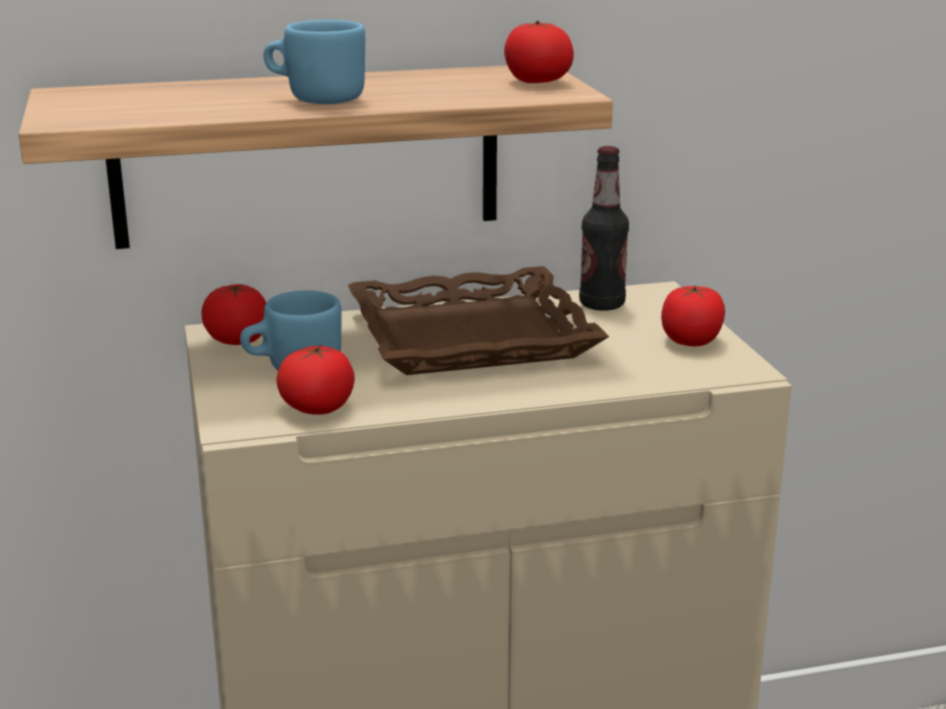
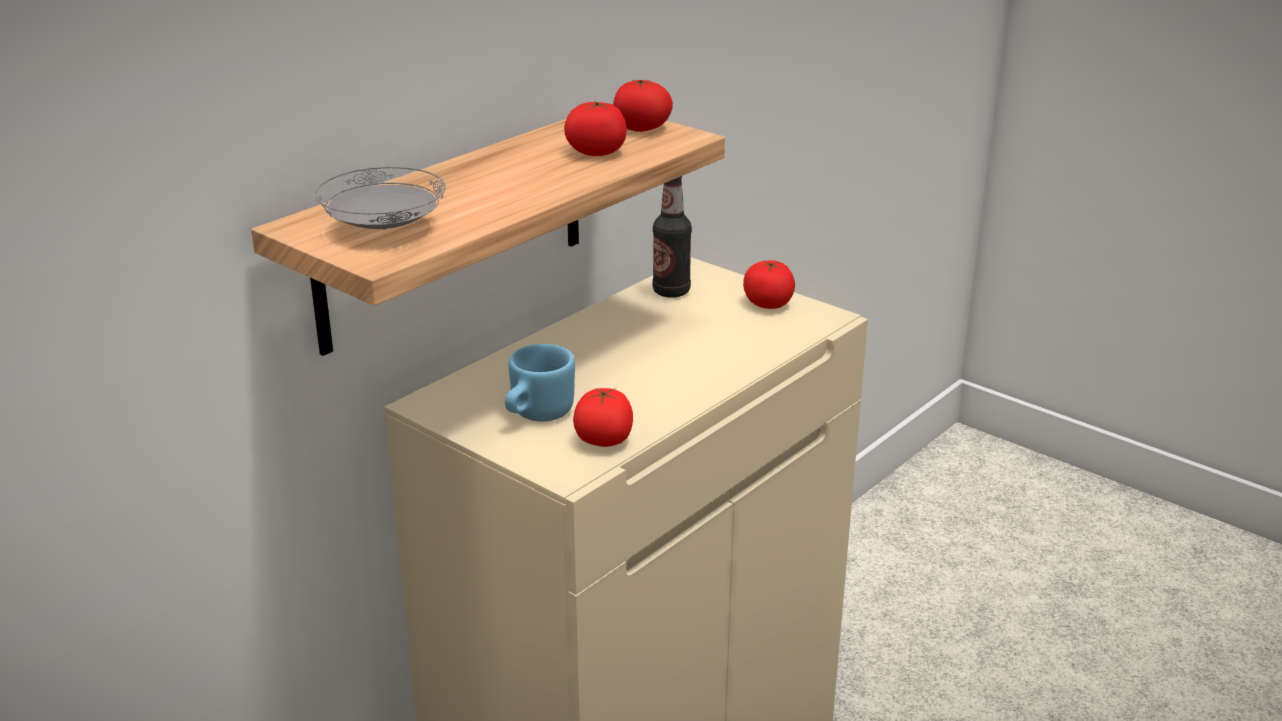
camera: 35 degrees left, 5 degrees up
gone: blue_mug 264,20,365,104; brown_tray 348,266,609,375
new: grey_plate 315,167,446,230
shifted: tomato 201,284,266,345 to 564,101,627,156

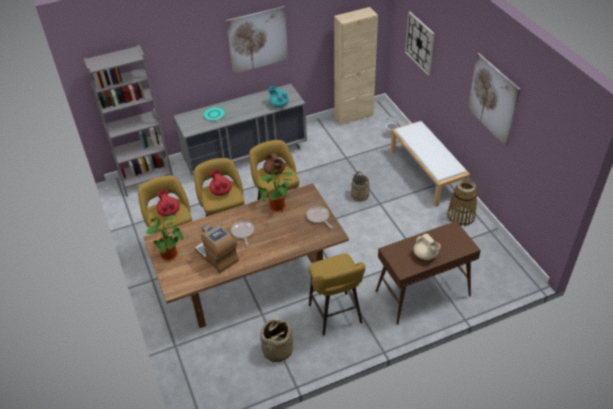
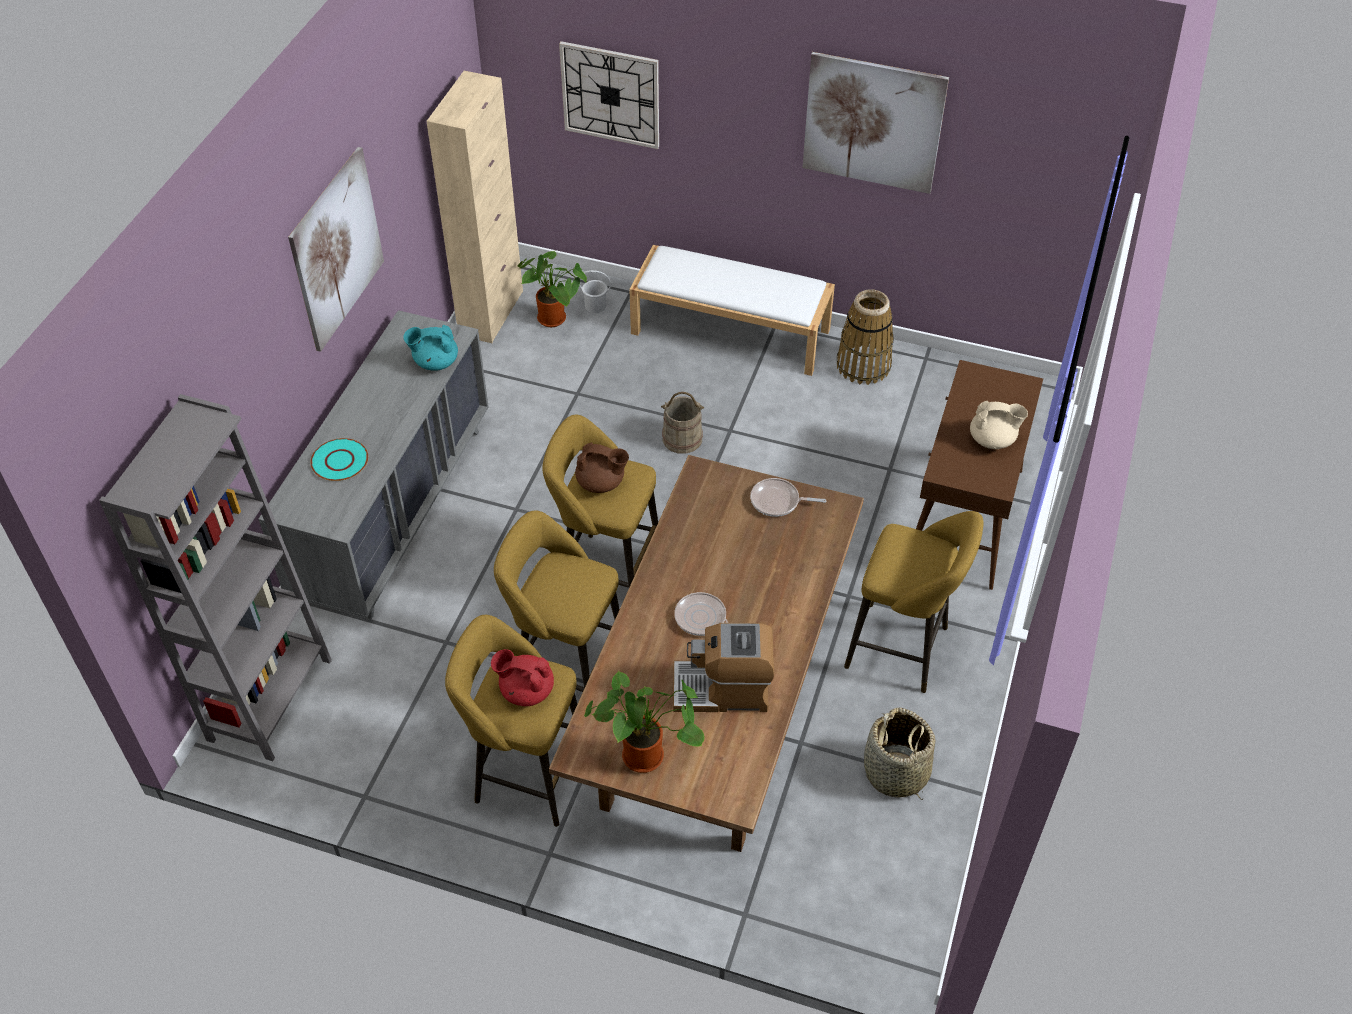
camera: 50 degrees left, 5 degrees up
gone: red_teapot 209,169,232,196
shifted: potted_plant 259,169,293,212 to 518,251,587,327

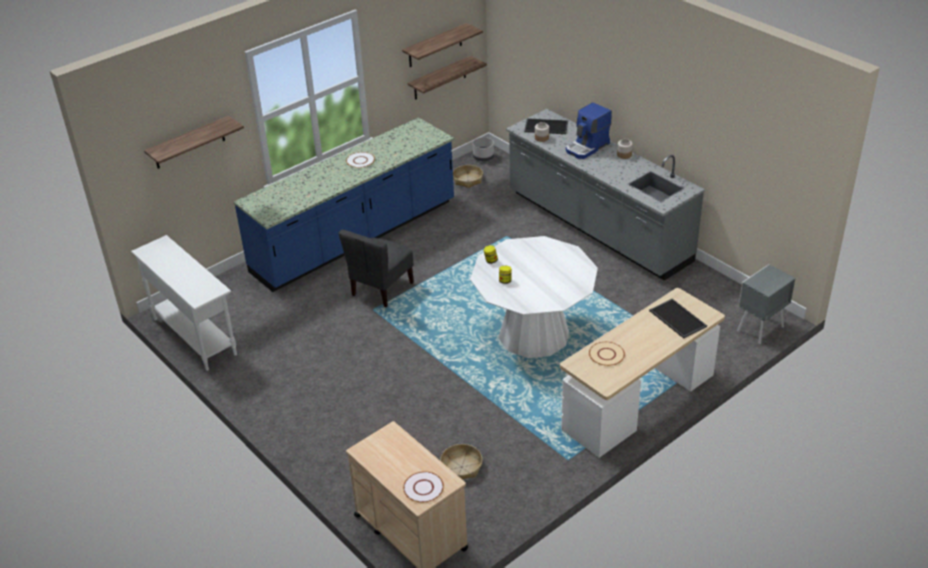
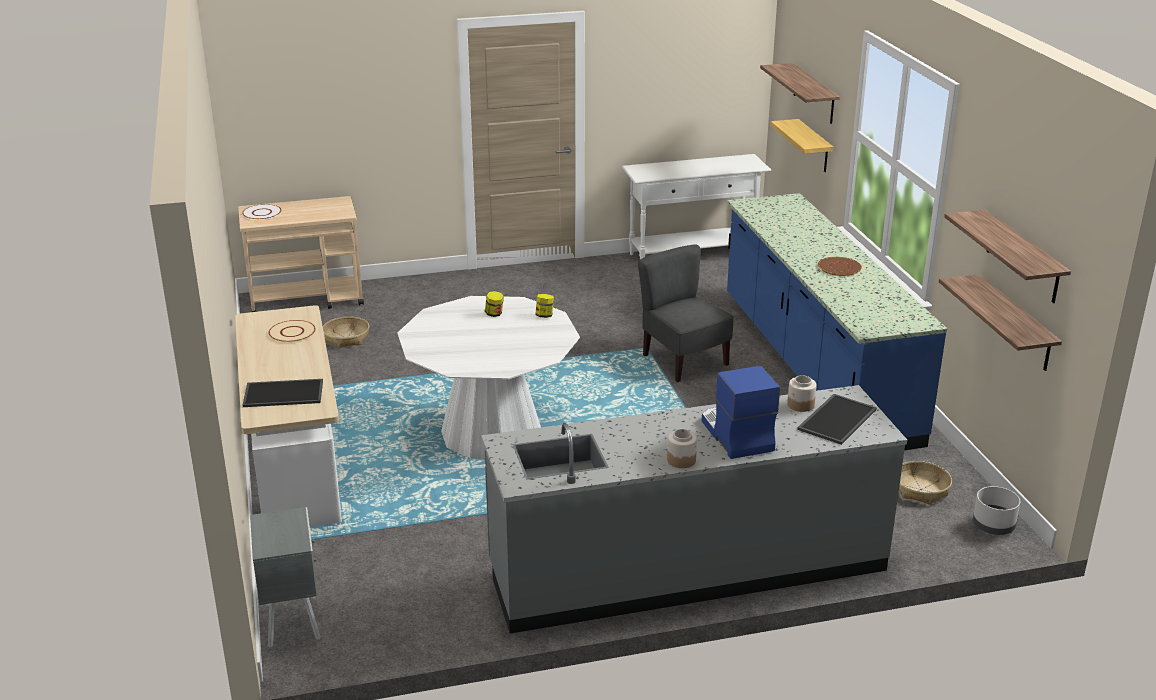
camera: 115 degrees right, 10 degrees down
new: shelf 770,119,833,172
repainted: white_plate 346,152,375,168 to brown_plate 818,257,862,276

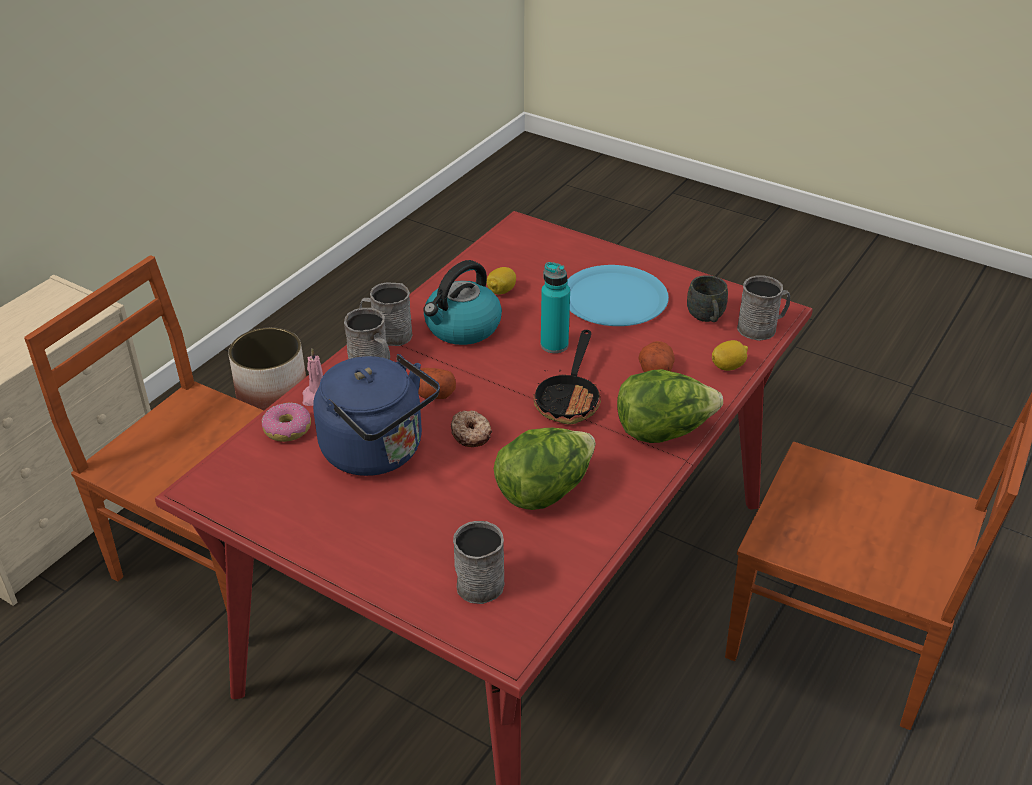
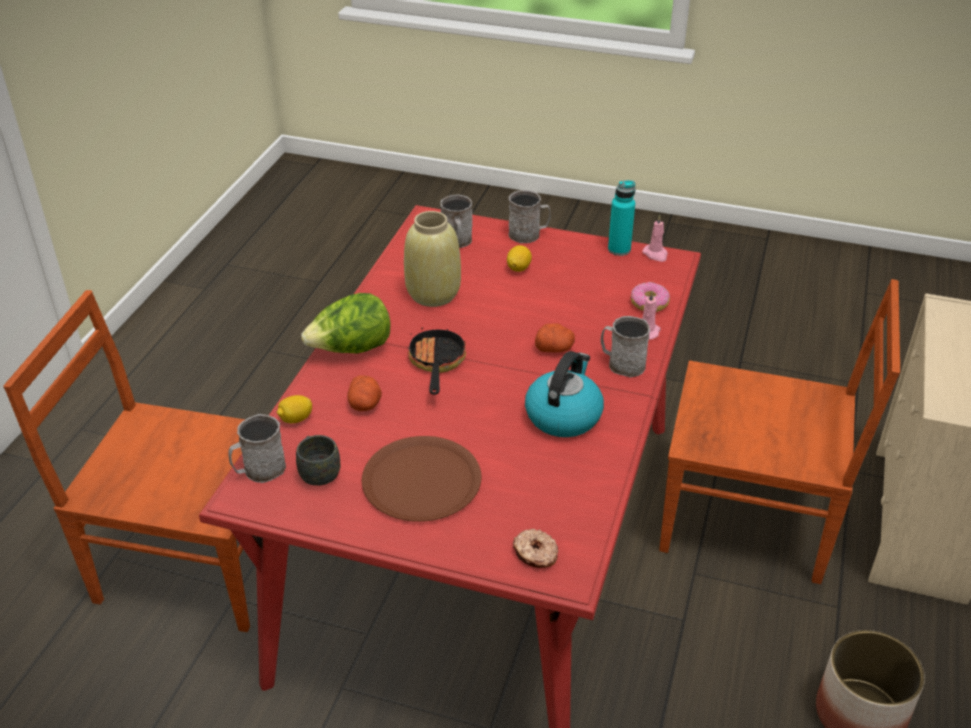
camera: 165 degrees right, 0 degrees up
gone: blue_kettle 313,354,440,476
new: pink_candle 642,215,668,262
shifted: grey_mug 360,283,413,346 to 508,190,551,243; donut 451,411,492,447 to 513,529,559,568; lemon 486,267,516,295 to 507,245,532,272; turquoise_bottle 541,262,570,353 to 608,180,636,256
swapped: lettuce 494,428,595,510 to beige_vase 404,211,461,307
repainted: blue_plate 567,265,669,326 to brown_plate 362,436,481,522

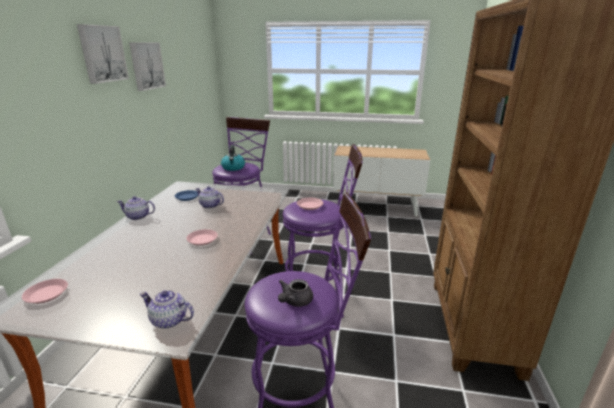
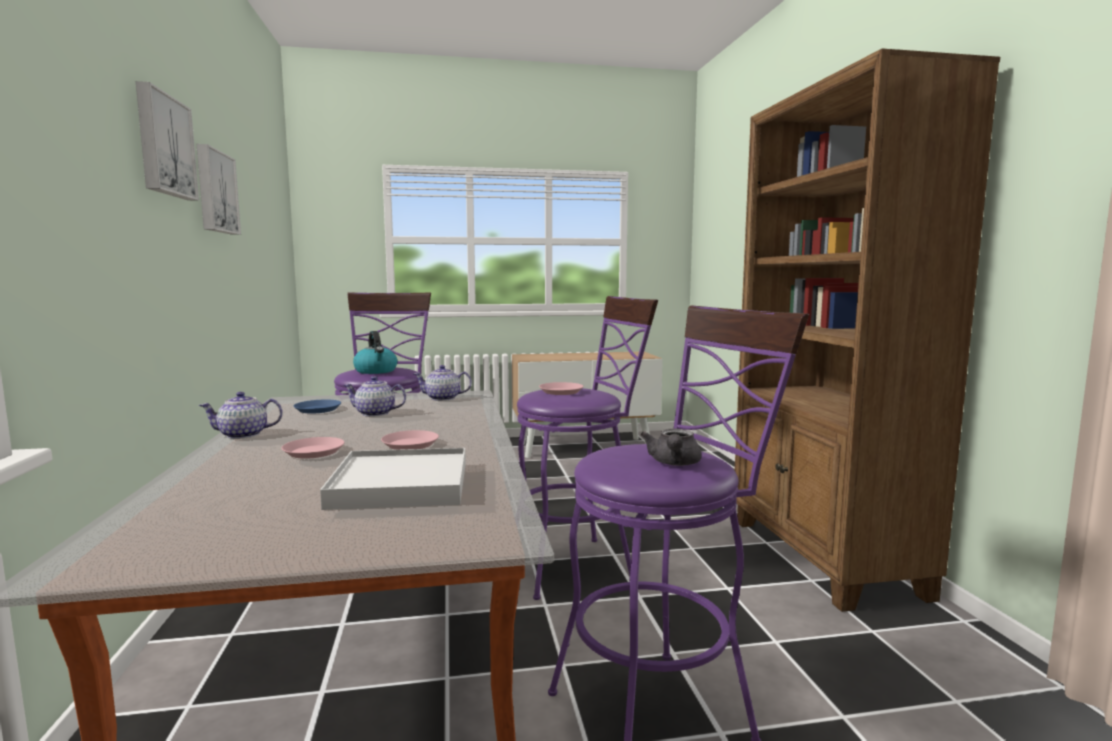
camera: 20 degrees left, 15 degrees down
new: white_tray 320,448,466,510
shifted: pink_plate 22,279,68,304 to 281,437,345,459; teapot 140,290,194,329 to 414,365,472,401

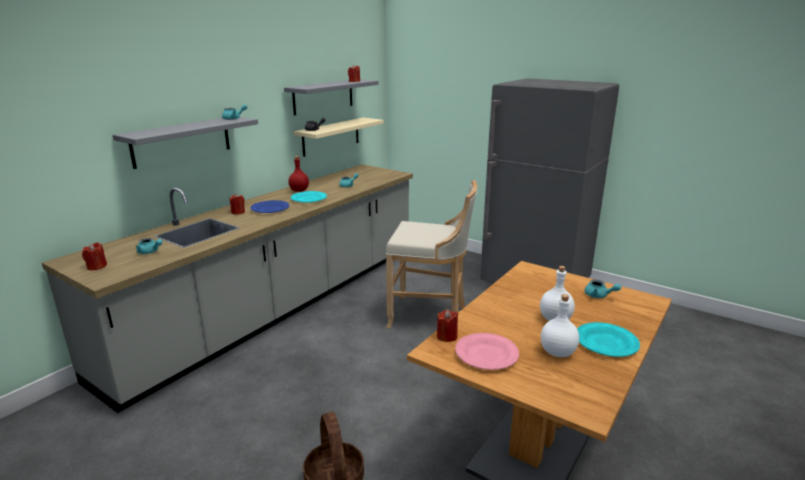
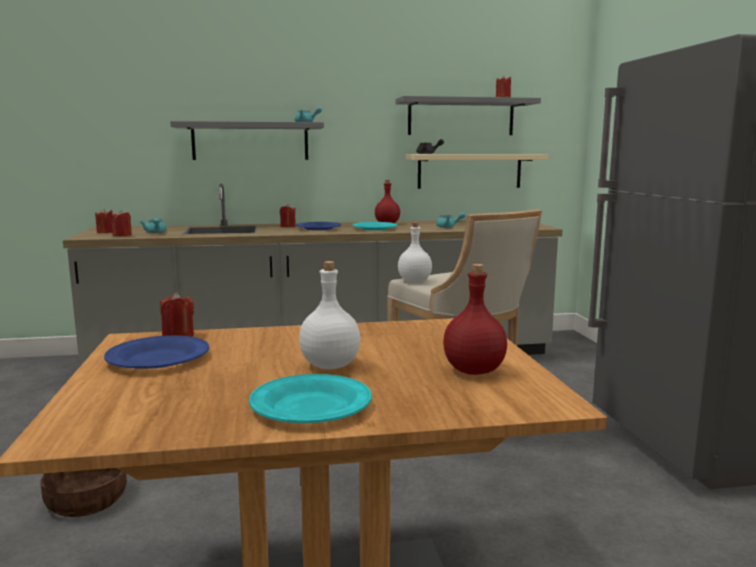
camera: 45 degrees right, 10 degrees down
new: red_candle 111,210,132,236
shifted: white_bottle 541,294,579,357 to 398,222,432,282
swapped: turquoise_teapot 584,280,621,298 to red_bottle 443,264,507,375
repainted: pink_plate 455,333,519,370 to blue_plate 104,335,209,369

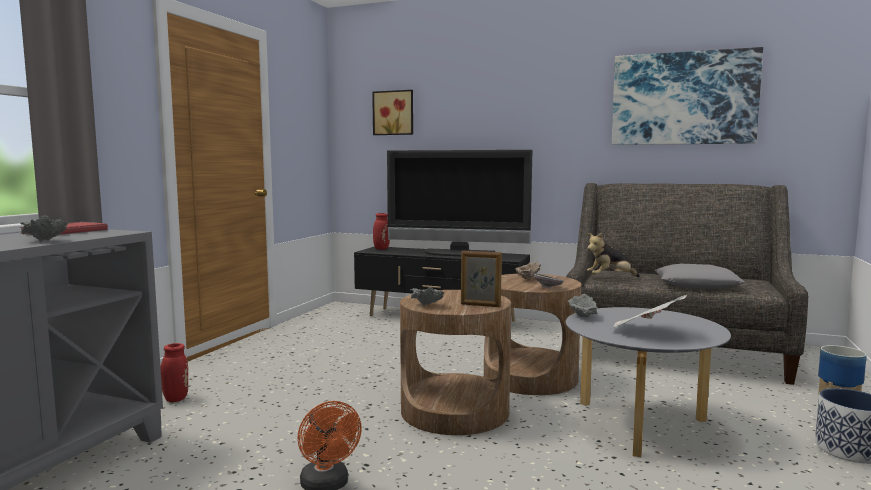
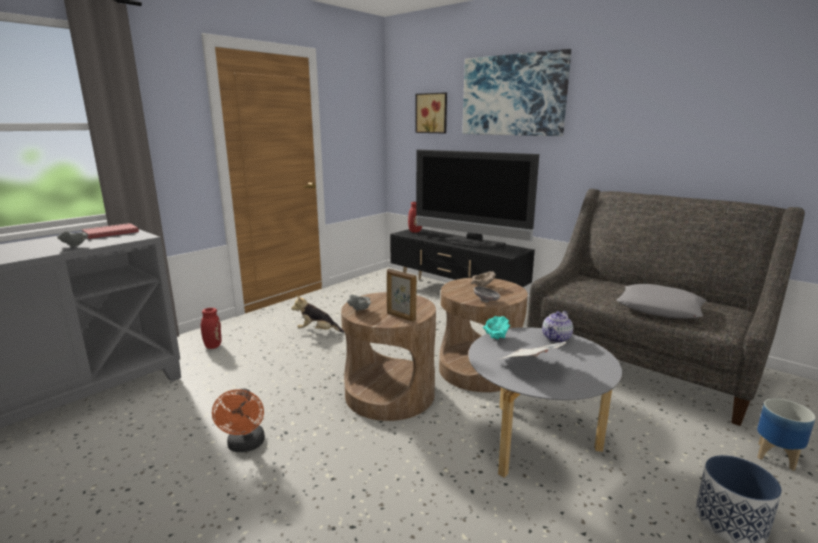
camera: 20 degrees right, 10 degrees up
new: teapot 542,311,573,343
shifted: plush_toy 587,232,640,277 to 291,295,344,332; picture 612,47,763,145 to 462,49,571,136
repainted: grey_bowl 568,294,598,317 to turquoise_bowl 483,316,510,339

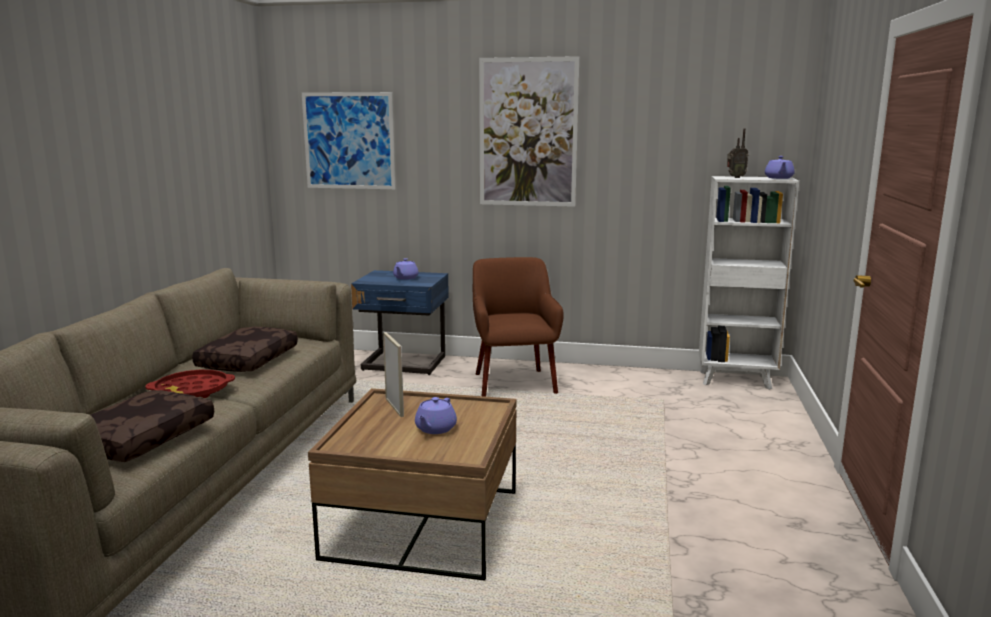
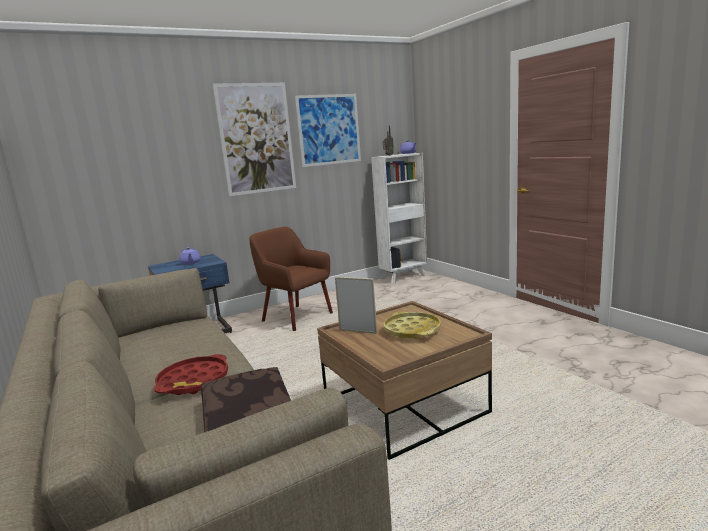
camera: 40 degrees left, 0 degrees up
gone: brown_pillow 192,327,298,372
shifted: picture 302,92,396,189 to 295,94,361,167
swapped: purple_teapot 415,397,457,434 to yellow_tray 384,311,441,339

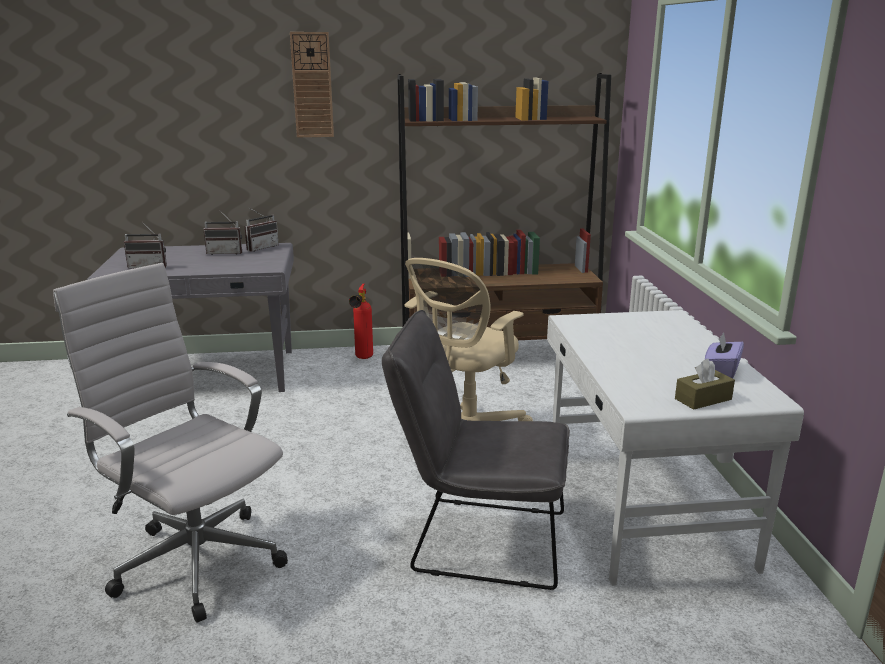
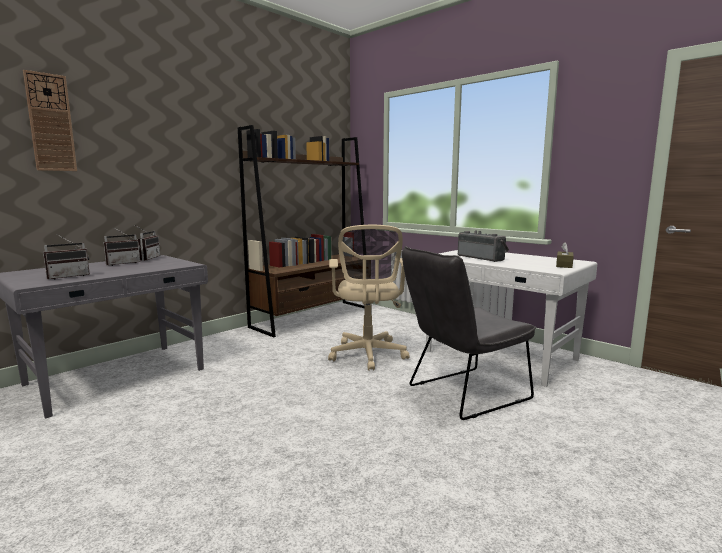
camera: 40 degrees left, 10 degrees down
gone: white_office_chair 53,263,288,622; fire_extinguisher 349,283,373,359; purple_tissue_box 705,332,744,379
new: radio 458,230,509,262
shifted: wall_clock 290,32,334,137 to 23,70,77,171

